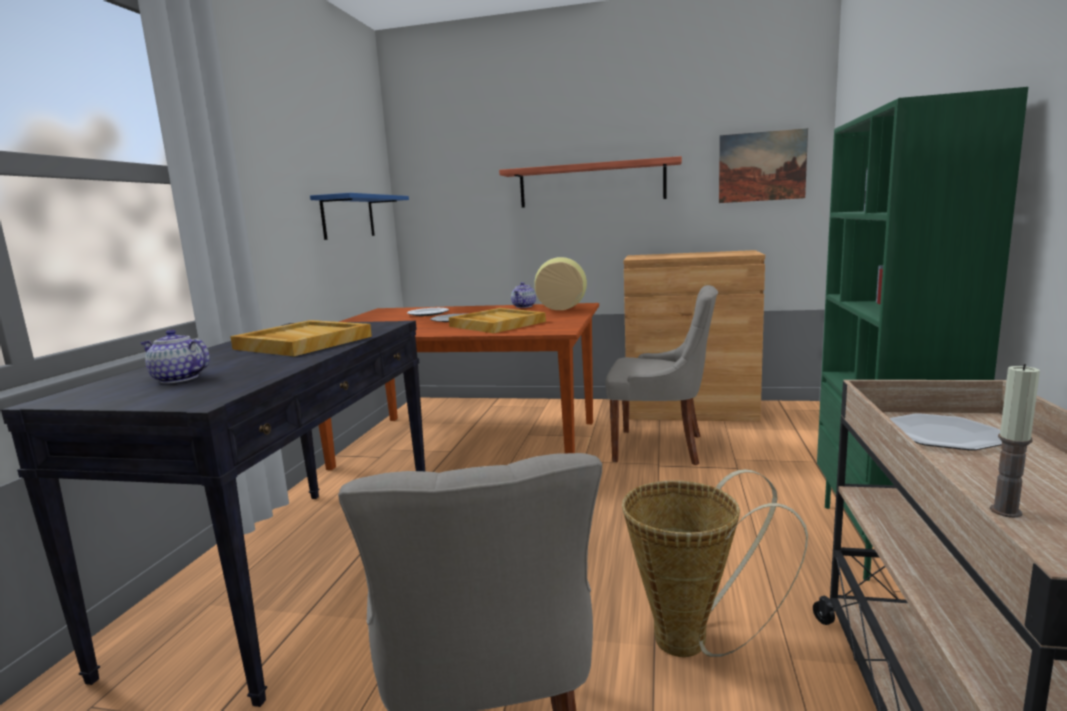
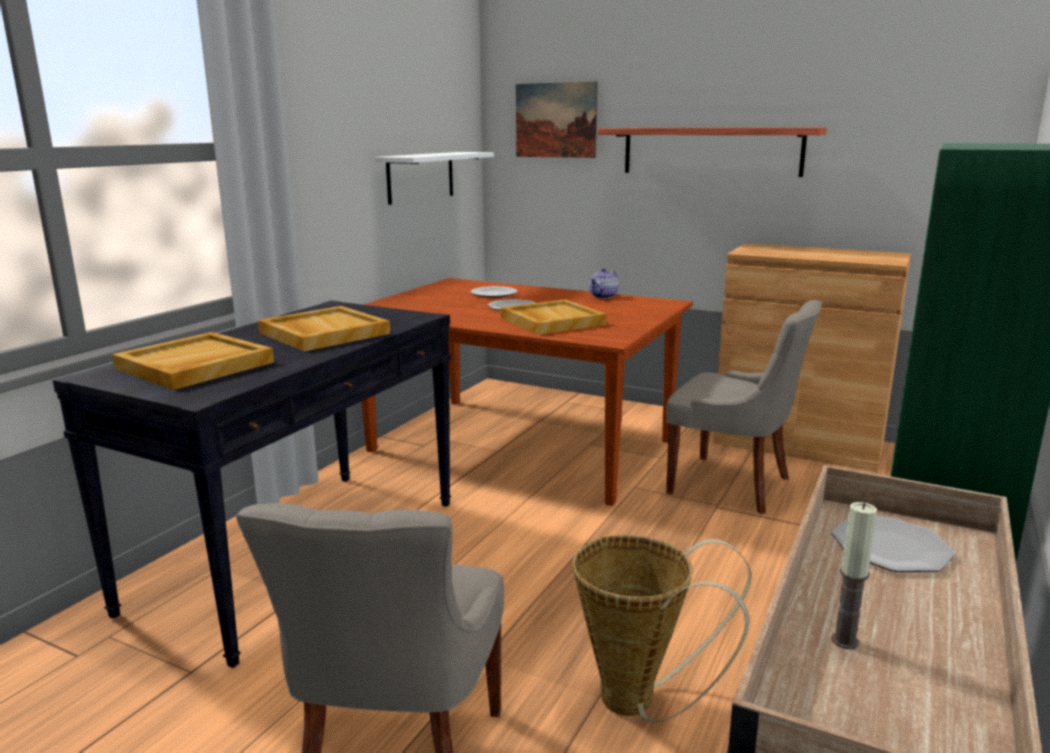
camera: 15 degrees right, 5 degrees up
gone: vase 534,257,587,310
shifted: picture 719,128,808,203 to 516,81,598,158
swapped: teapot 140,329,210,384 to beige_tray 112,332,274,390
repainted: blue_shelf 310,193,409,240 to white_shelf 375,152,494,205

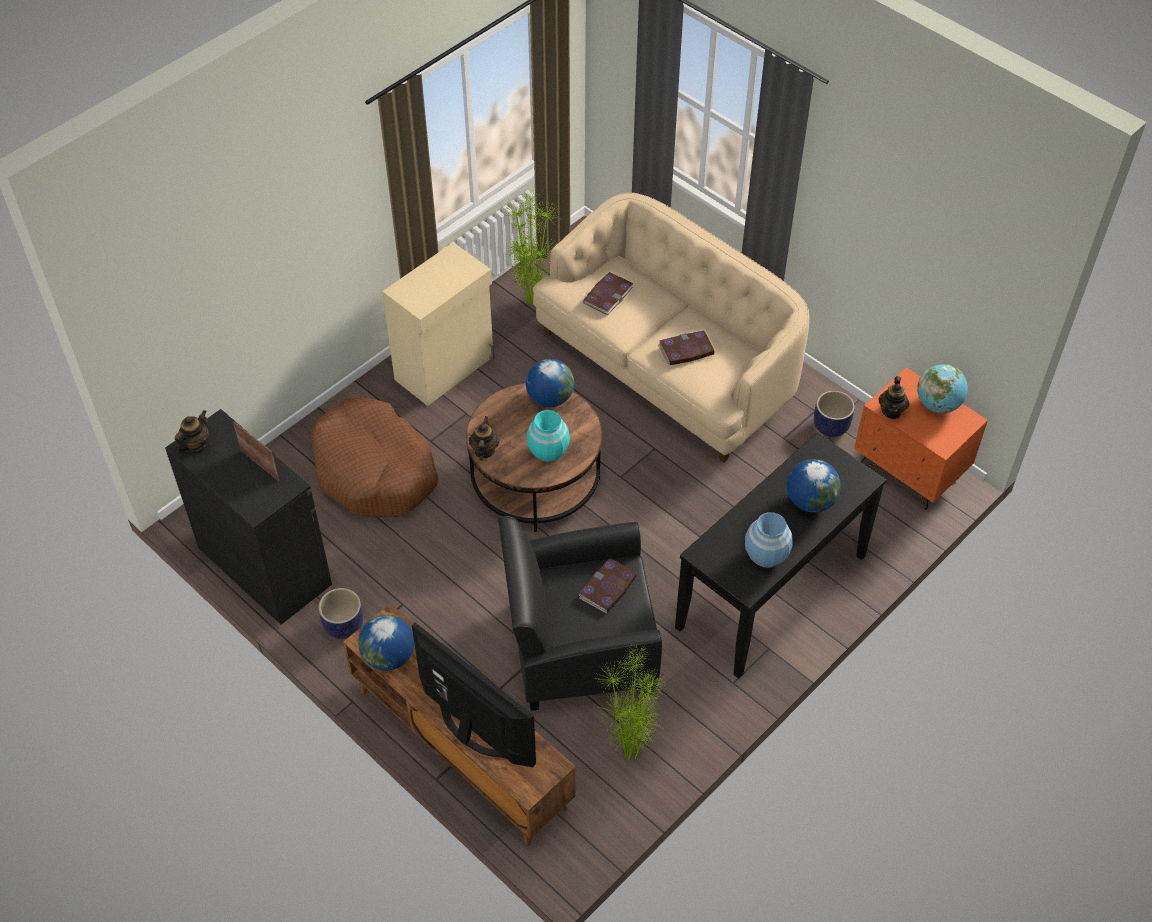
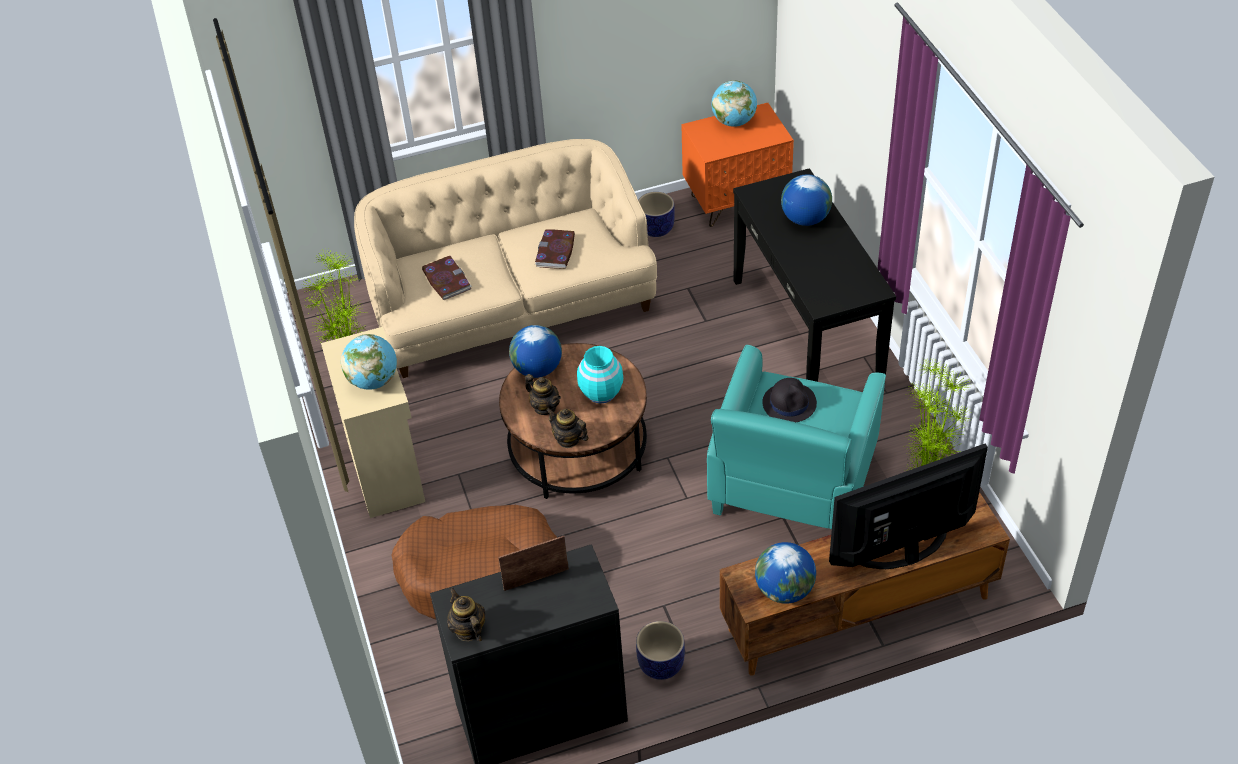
camera: 60 degrees left, 5 degrees down
gone: blue_vase 745,512,793,568
new: globe 341,334,397,390
shifted: teapot 878,376,909,419 to 525,374,561,415
swapped: book 579,559,637,613 to black_hat 762,378,817,422
repainted: black_armchair 498,516,662,711 to turquoise_armchair 707,345,886,529

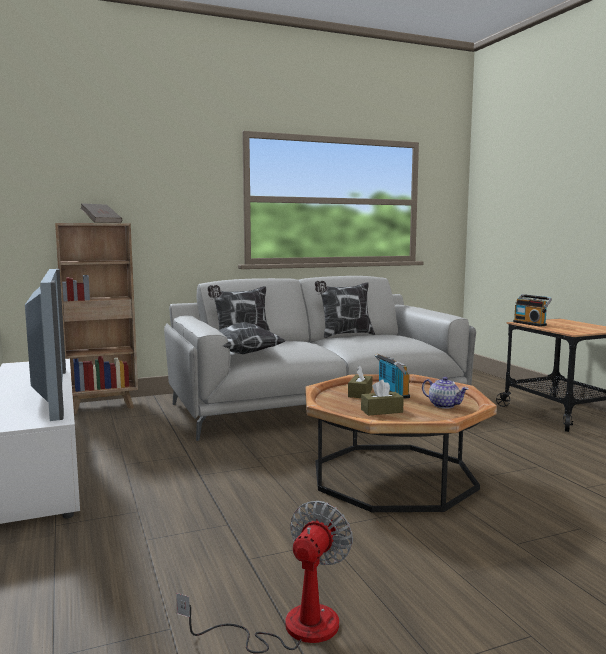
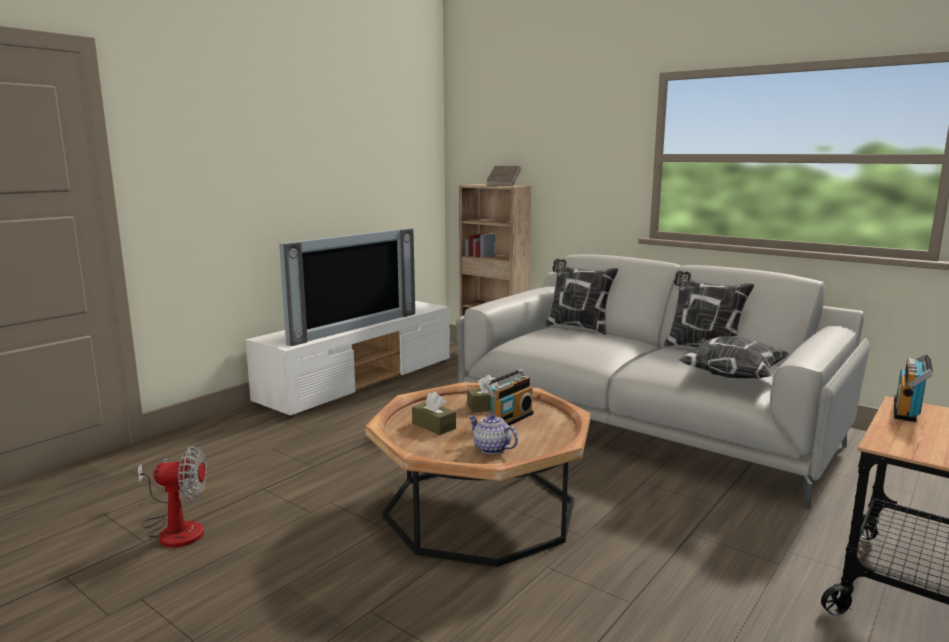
camera: 60 degrees right, 5 degrees up
shifted: pillow 219,322,285,354 to 678,336,790,379
rotated: teapot 422,377,468,409 = 468,414,518,454 120 degrees clockwise

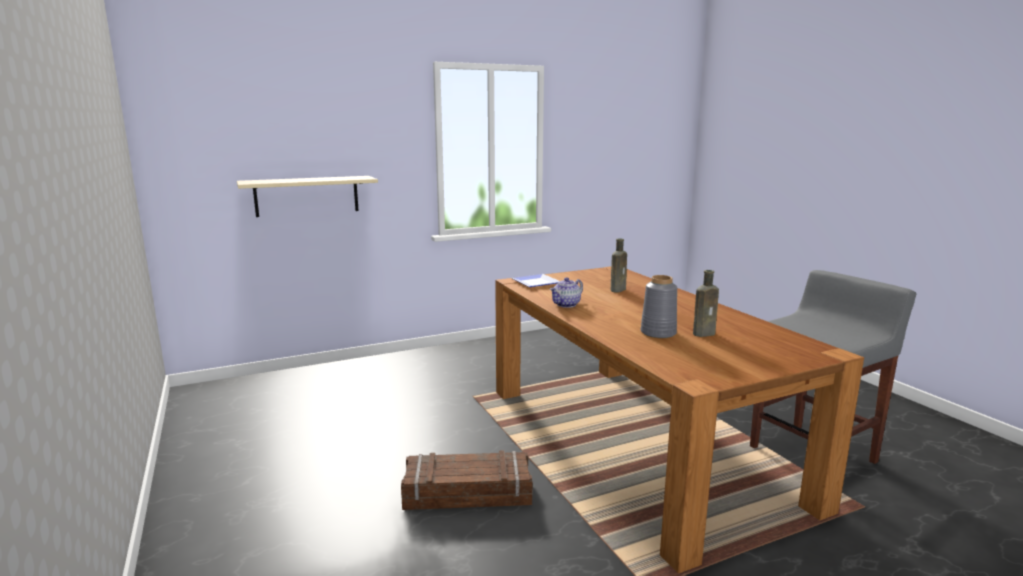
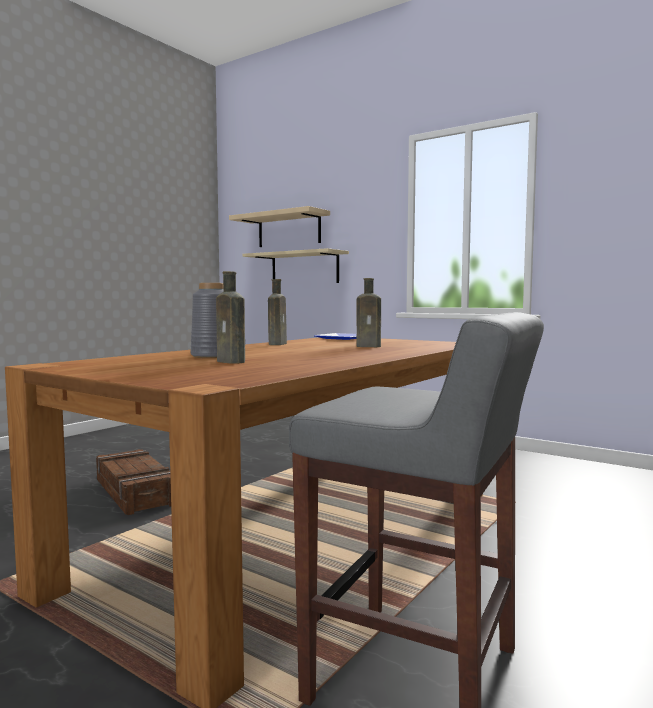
camera: 60 degrees right, 10 degrees down
new: beige_shelf 229,206,330,247
swapped: teapot 550,277,583,308 to brown_bottle 268,279,287,345

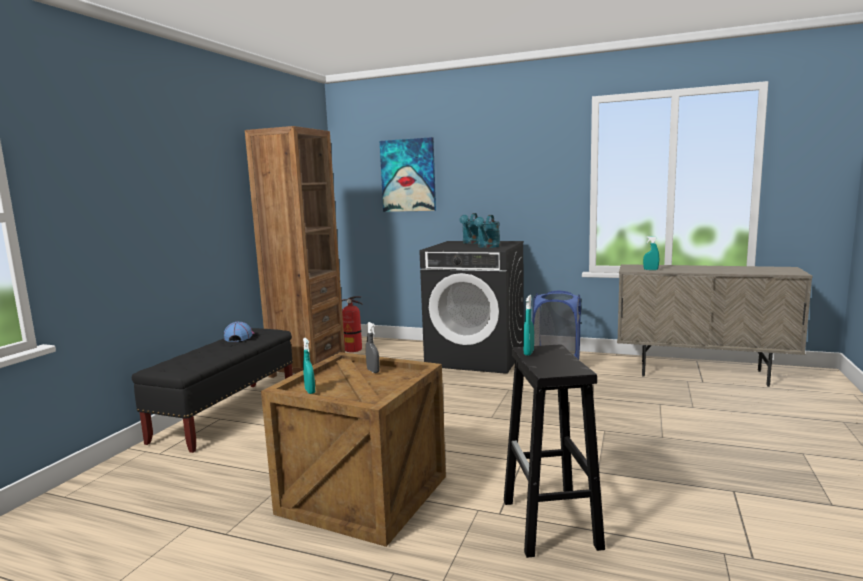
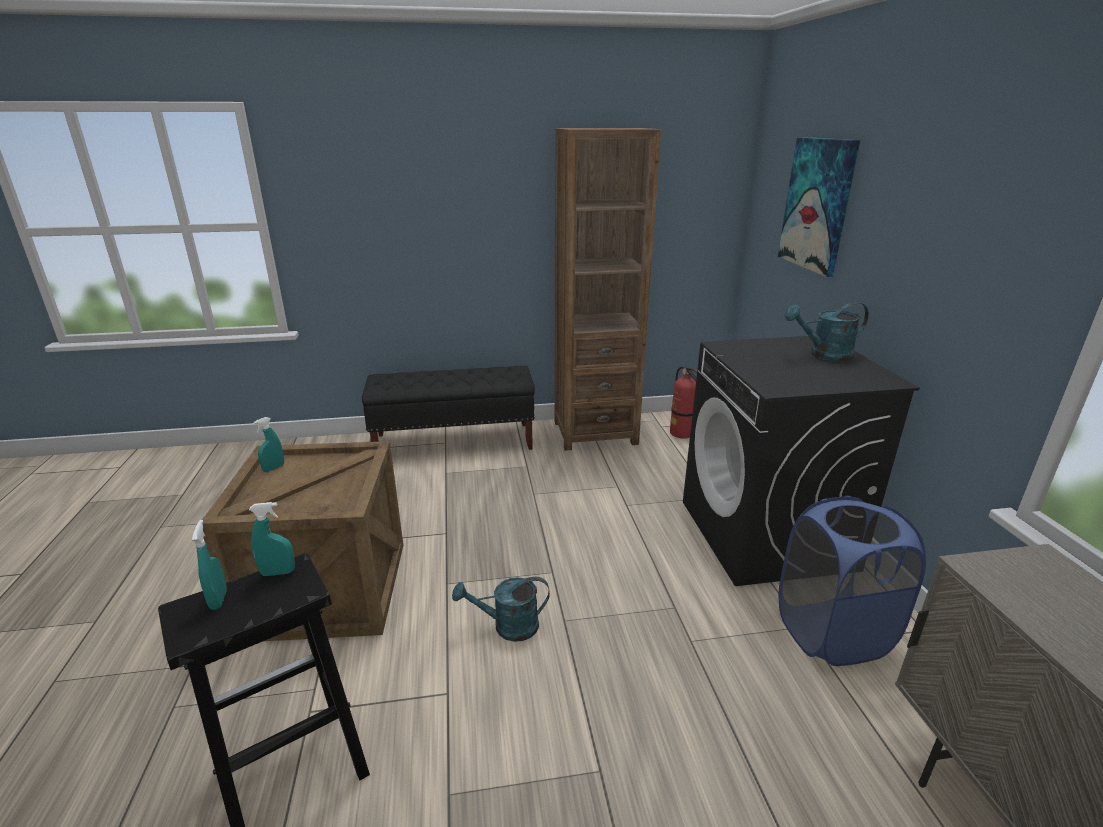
camera: 60 degrees right, 15 degrees up
gone: cap 224,322,255,342; grey_spray_bottle 366,322,380,373
shifted: turquoise_watering_can 474,215,500,248 to 452,577,550,642; turquoise_spray_bottle 643,236,659,270 to 192,520,227,610

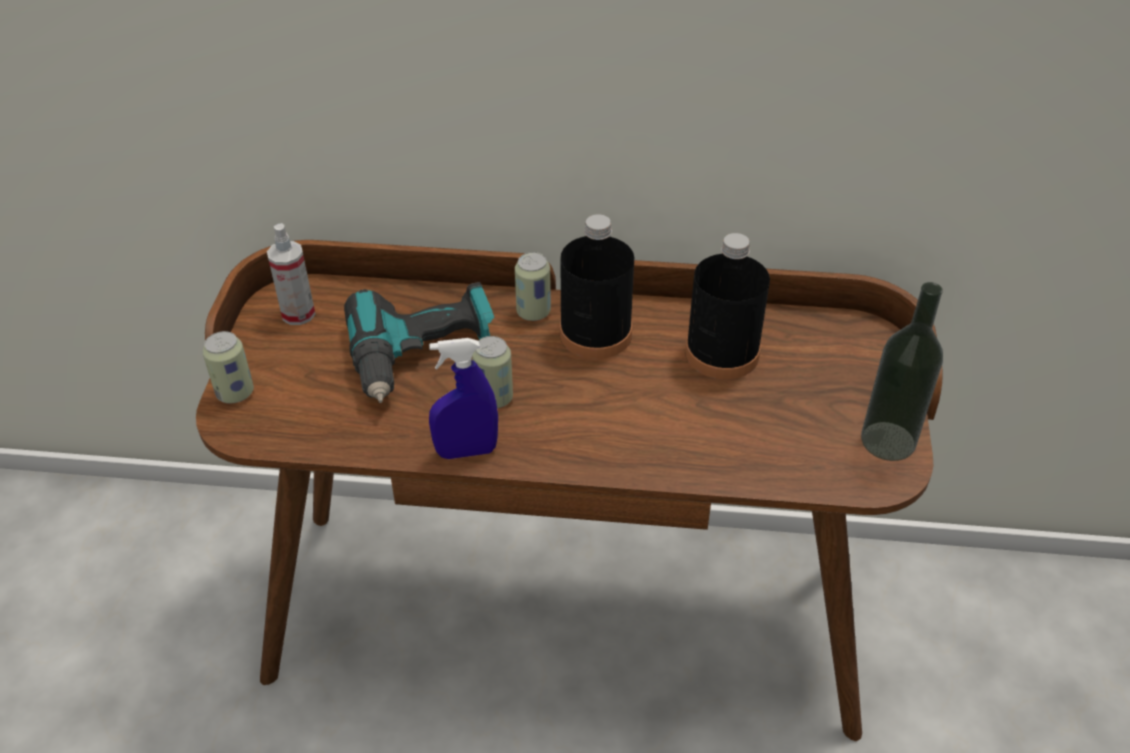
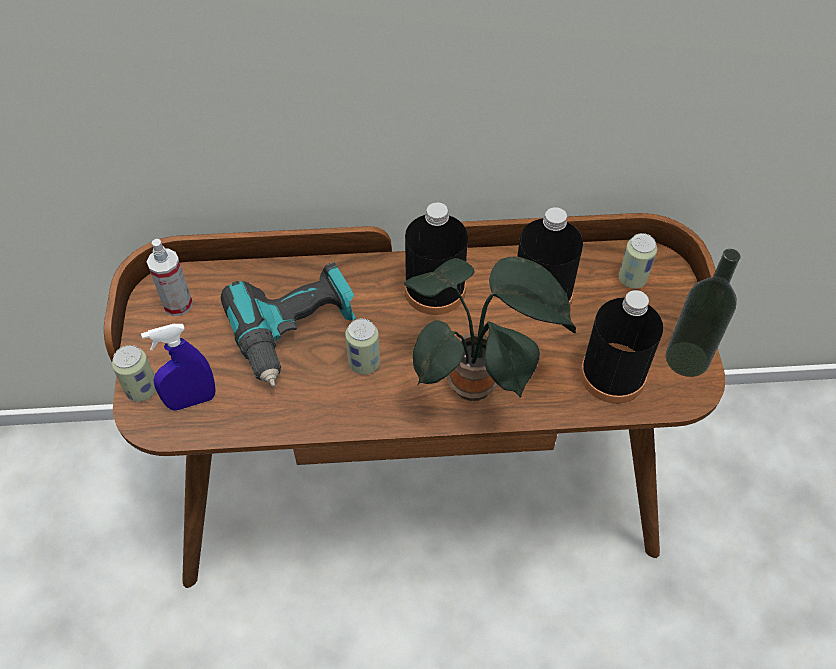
camera: 10 degrees left, 10 degrees up
new: potted_plant 404,256,576,401; black_bottle 580,290,663,403
shifted: blue_spray_bottle 429,338,498,459 to 141,324,216,411; can 515,252,551,321 to 619,233,657,289

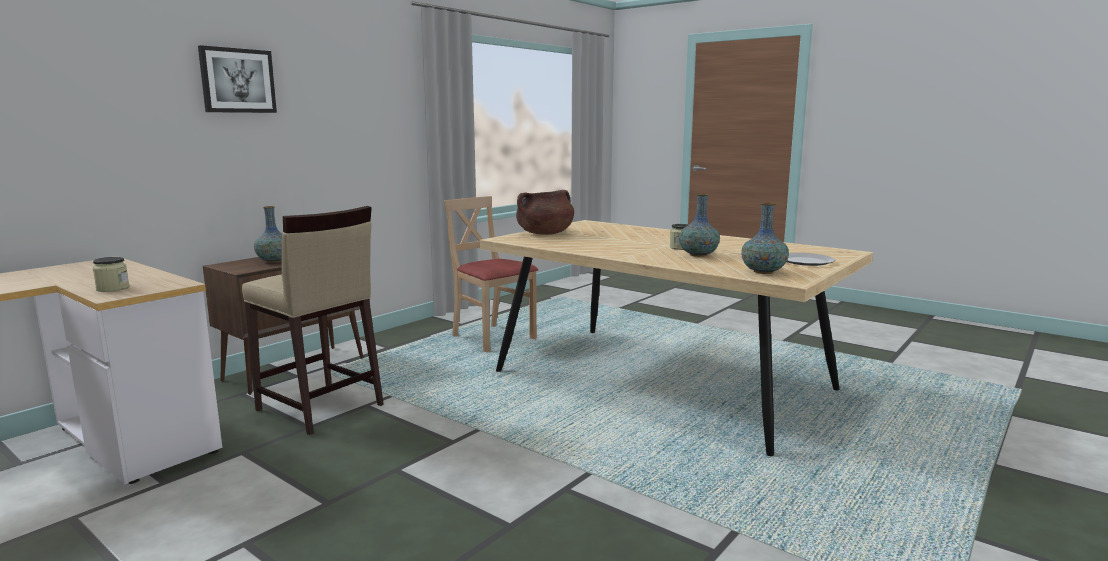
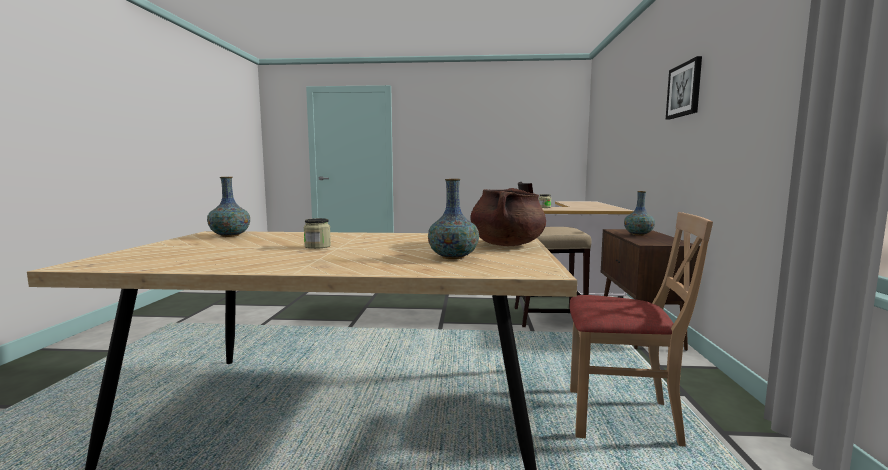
camera: 145 degrees right, 5 degrees down
gone: plate 787,253,836,266
shifted: vase 679,193,720,257 to 428,179,479,259

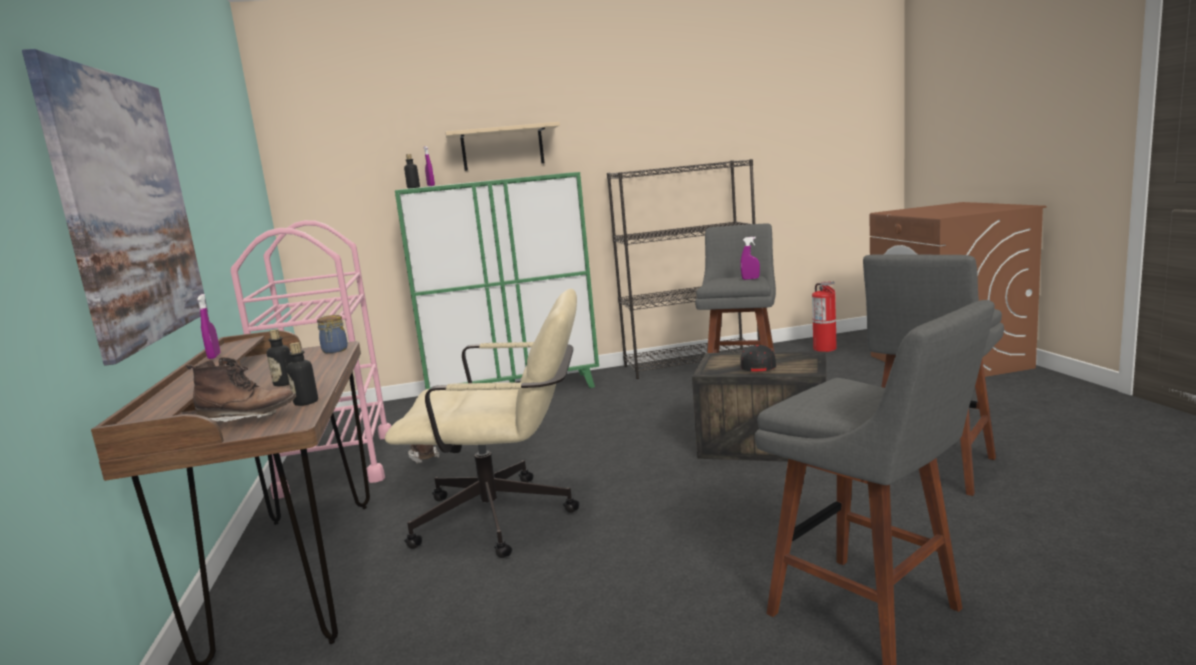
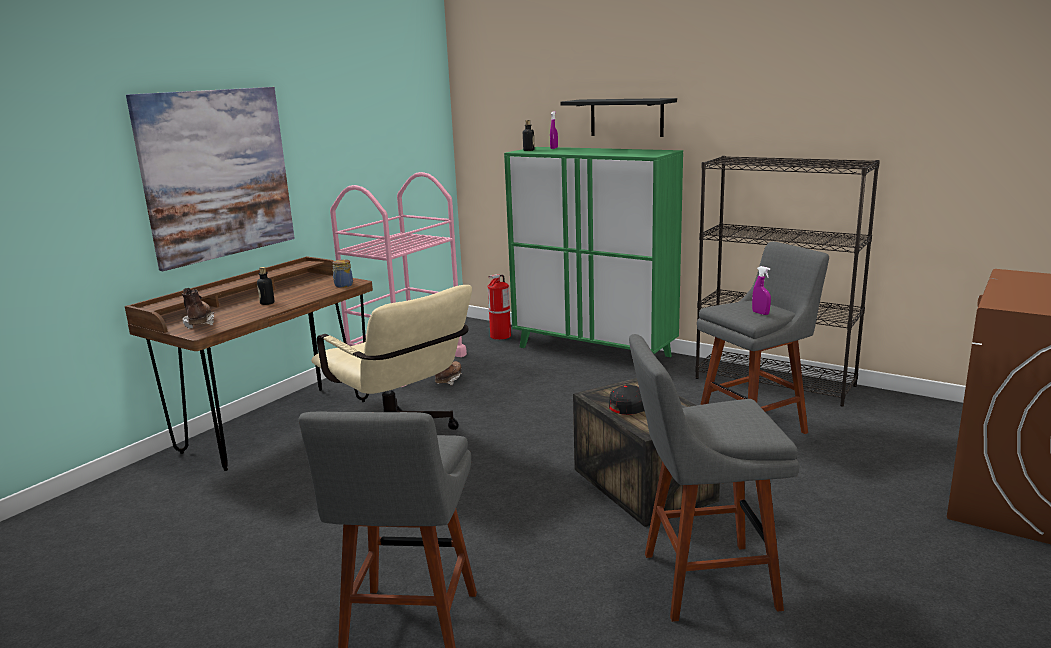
camera: 45 degrees right, 5 degrees up
gone: purple_spray_bottle 197,294,220,359; bottle 287,342,318,406
shifted: fire_extinguisher 812,281,837,352 to 488,274,511,340
repainted: beige_shelf 446,122,560,171 to black_shelf 560,98,677,137
rotated: brown_boot 186,357,296,422 = 182,288,214,329 150 degrees counterclockwise

